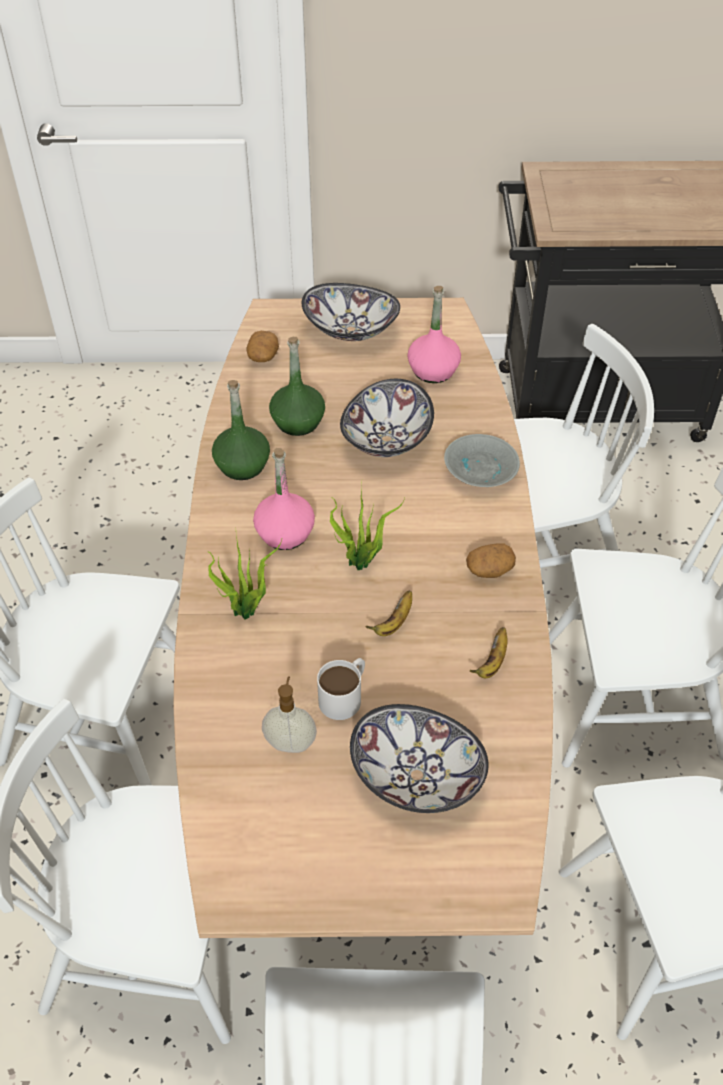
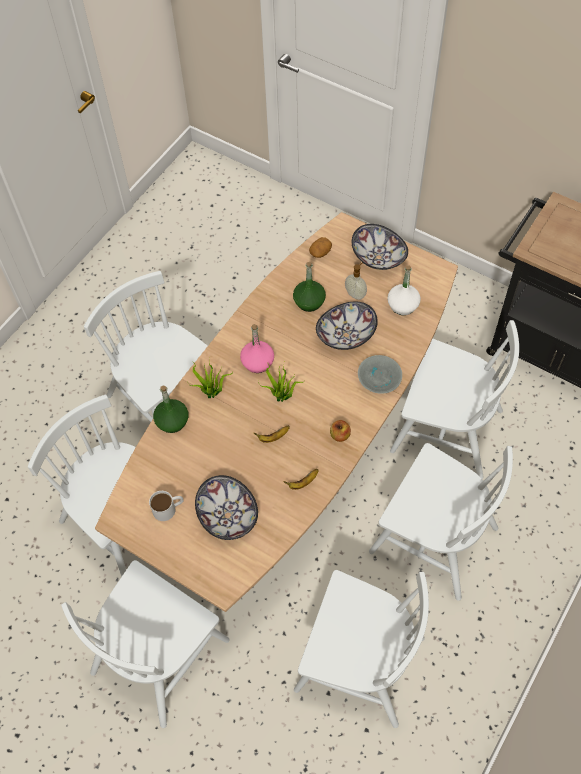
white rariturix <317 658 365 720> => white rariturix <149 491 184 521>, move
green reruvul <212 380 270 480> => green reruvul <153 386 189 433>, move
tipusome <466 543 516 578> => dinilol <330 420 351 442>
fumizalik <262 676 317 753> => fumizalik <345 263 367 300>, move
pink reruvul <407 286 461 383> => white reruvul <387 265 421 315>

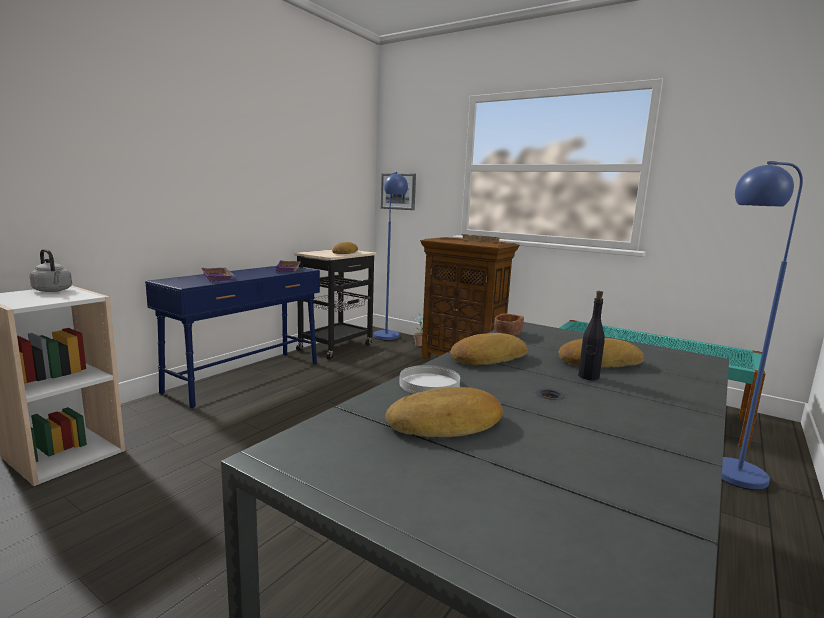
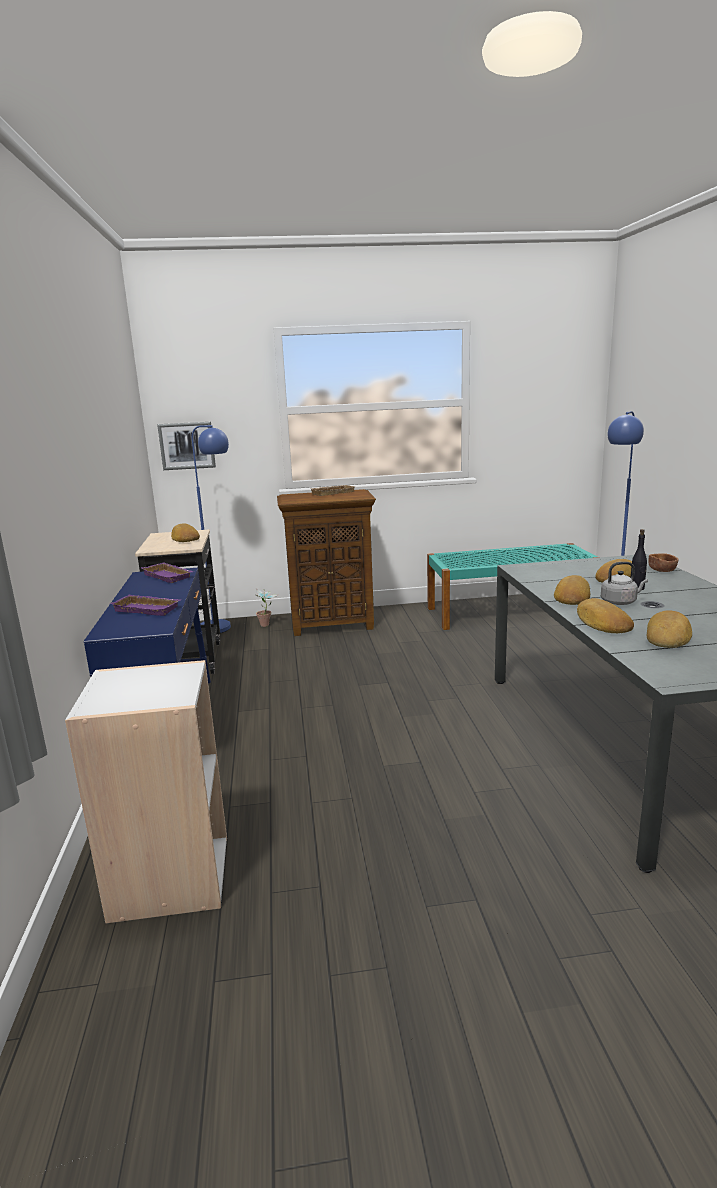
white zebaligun <399 365 460 394> => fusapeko <577 598 634 633>
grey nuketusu <30 249 72 292> => grey nuketusu <601 562 648 605>, move
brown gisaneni <494 313 524 335> => brown gisaneni <648 553 679 572>, move

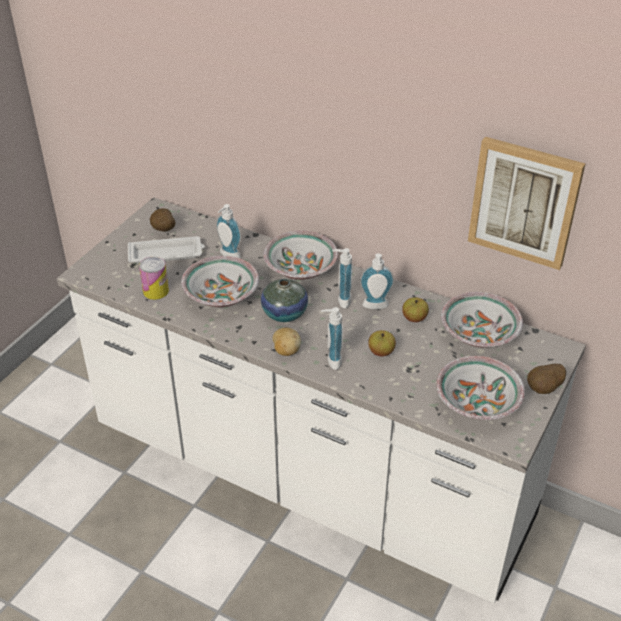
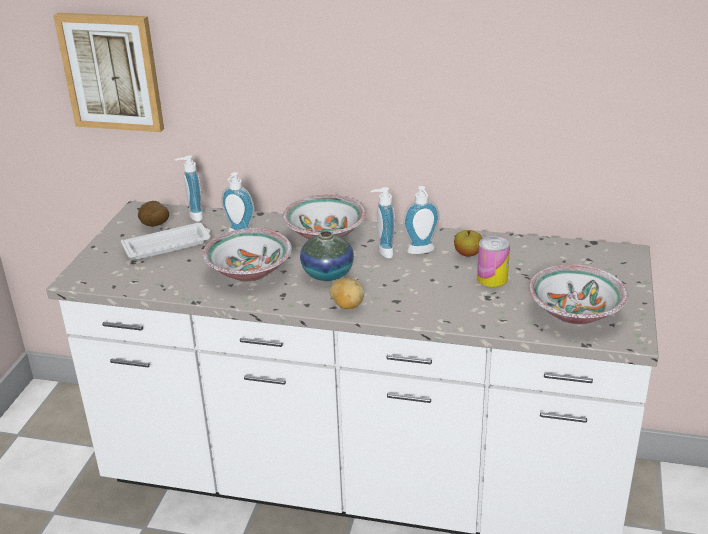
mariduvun <468 137 585 270> => mariduvun <53 13 164 132>, move
fumizalik <321 307 343 370> => fumizalik <175 155 204 222>, move
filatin <139 257 169 300> => filatin <477 236 510 287>, move
dinilol <368 330 396 356> => nothing
gisaneni <441 292 523 348> => nothing
tipusome <527 364 566 394> => nothing

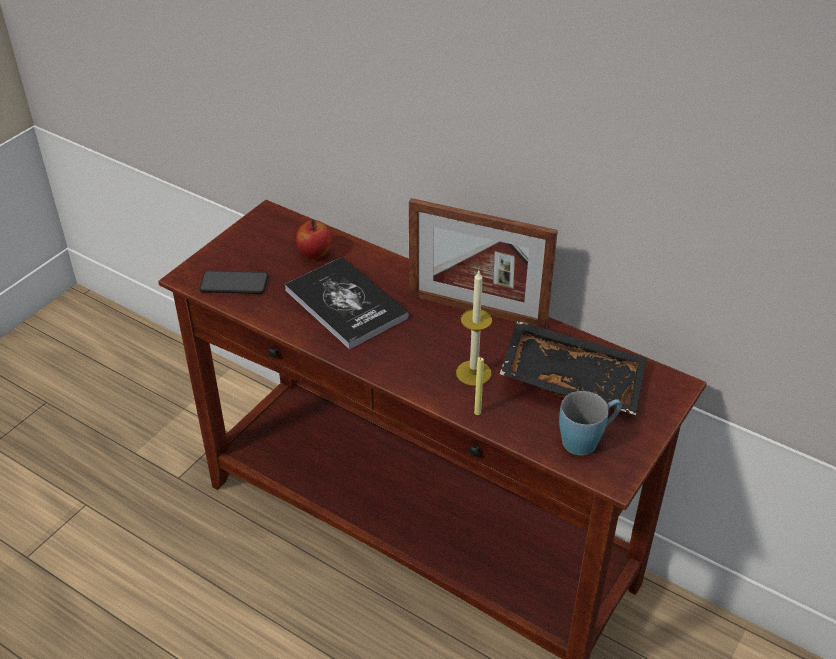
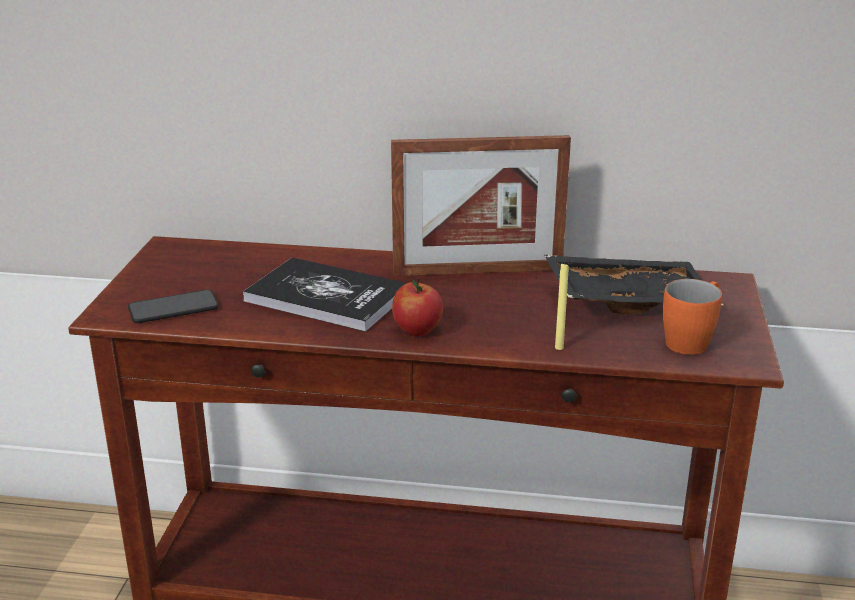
dinilol <296 219 332 259> => dinilol <392 278 443 336>, move
blue rariturix <559 391 622 456> => orange rariturix <663 279 722 355>
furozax <456 271 492 386> => nothing

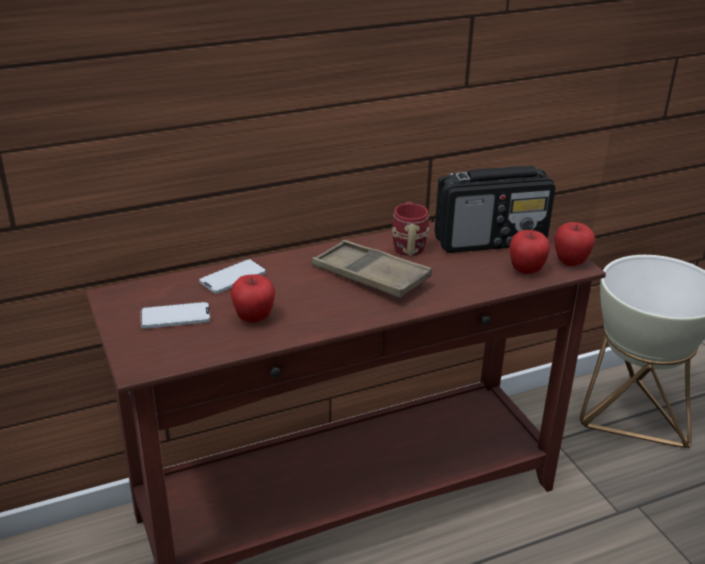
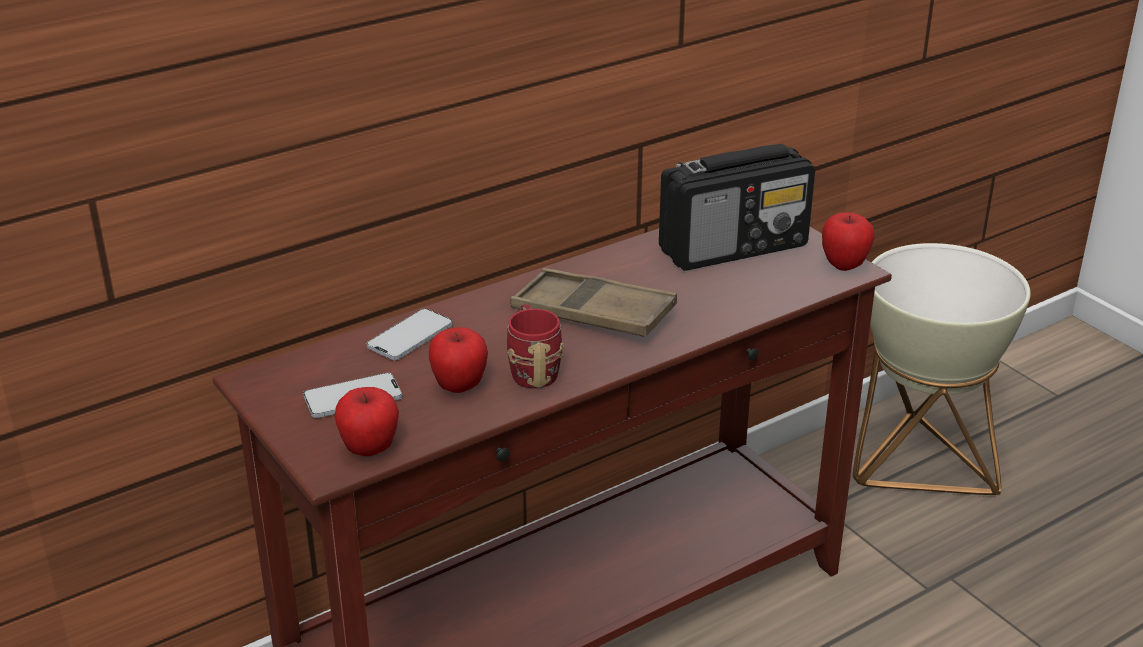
dinilol <509 230 550 274> => dinilol <334 387 399 456>, move
red rariturix <392 202 429 256> => red rariturix <507 304 564 388>, move

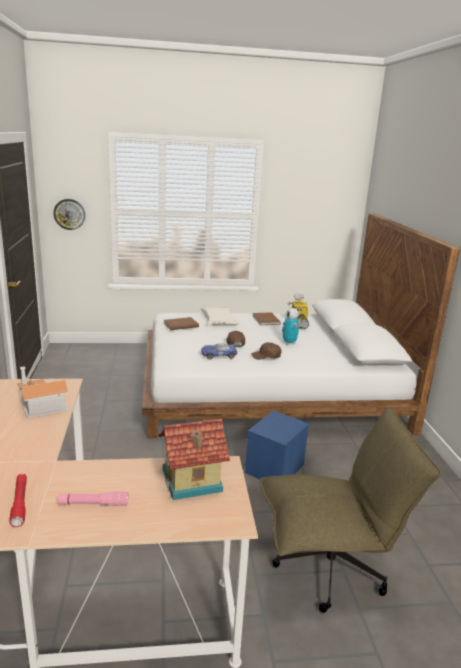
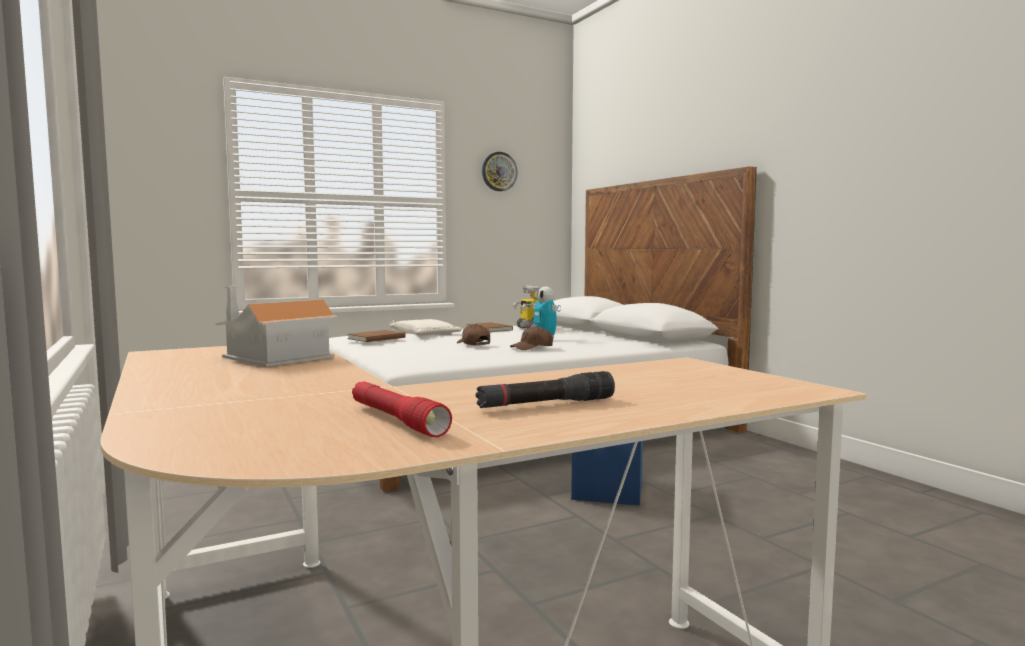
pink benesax <57 492 128 506> => black benesax <476 371 615 408>
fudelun <54 199 85 230> => fudelun <482 152 518 191>, move
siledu <158 419 230 500> => nothing
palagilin <201 344 237 360> => nothing
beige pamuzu <260 407 441 613> => nothing

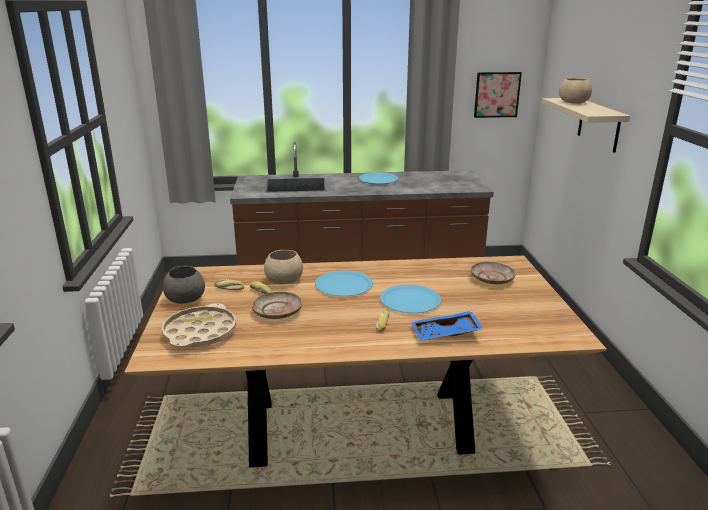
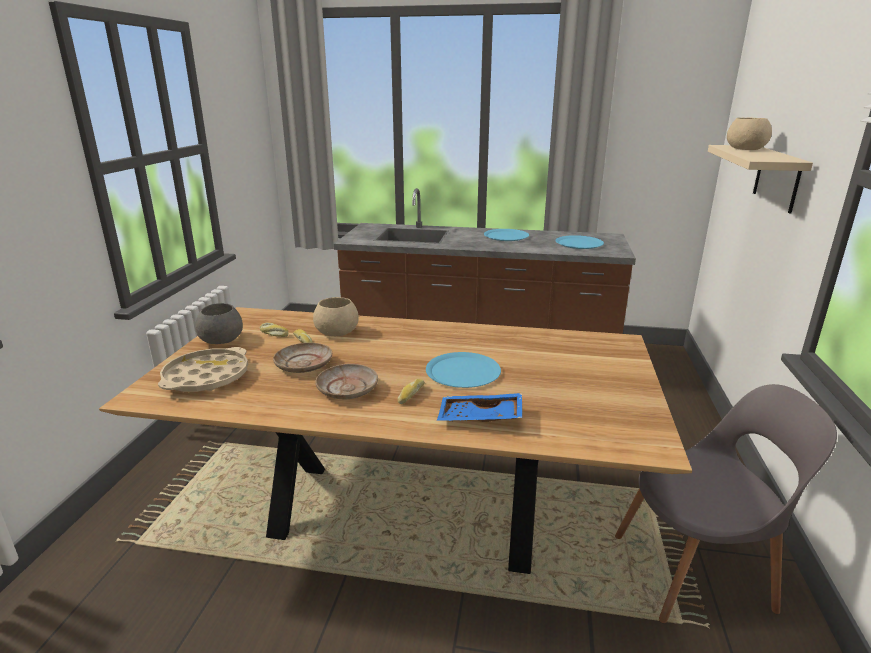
beige zebaligun <471 261 516 284> => beige zebaligun <315 364 378 399>, move
blue zebaligun <315 270 373 296> => blue zebaligun <555 235 604 249>, move
nothing => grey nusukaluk <615 384 837 624>
mariduvun <474 72 522 118> => nothing

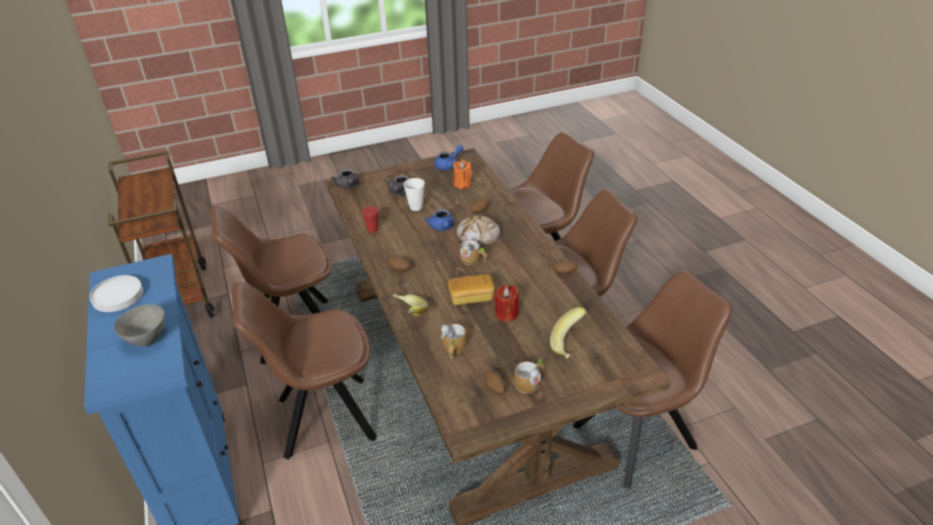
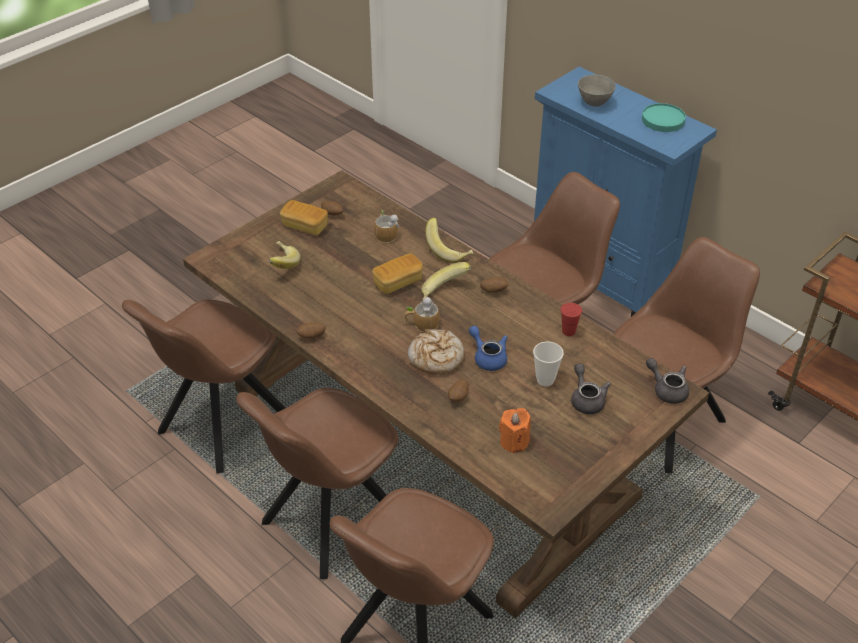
rariturix <514 359 545 393> => fusapeko <280 200 328 236>
nothing => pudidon <421 262 471 299>
white zebaligun <90 275 143 312> => turquoise zebaligun <642 103 686 132>
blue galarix <434 145 463 170> => nothing
red furozax <493 285 519 322> => nothing

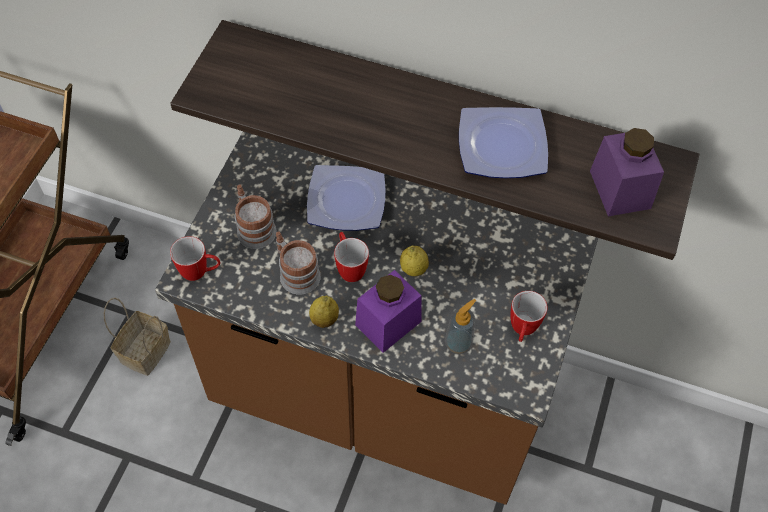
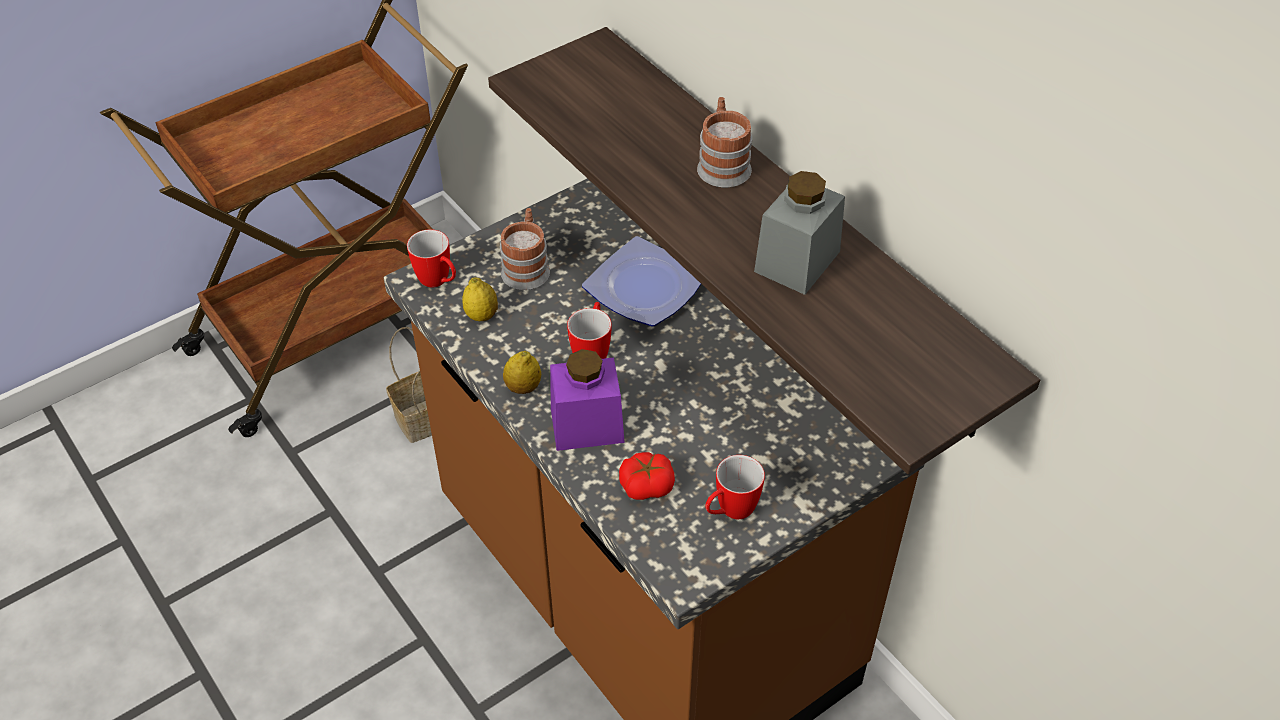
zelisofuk <400 245 429 276> => zelisofuk <462 277 498 321>, move
fumizalik <445 299 476 354> => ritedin <619 452 675 500>
rariturix <276 231 321 295> => rariturix <697 97 752 188>, move
zebaligun <459 107 548 178> => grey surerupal <754 171 845 295>
purple surerupal <590 128 664 216> => nothing

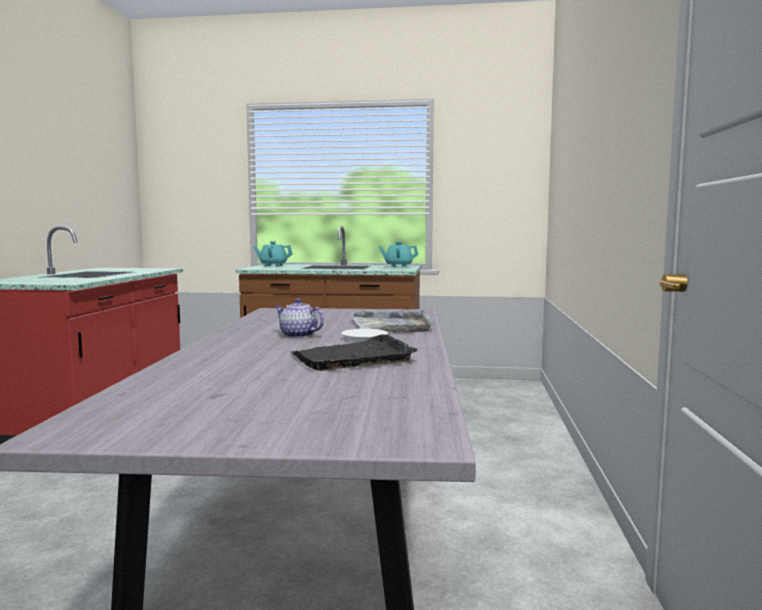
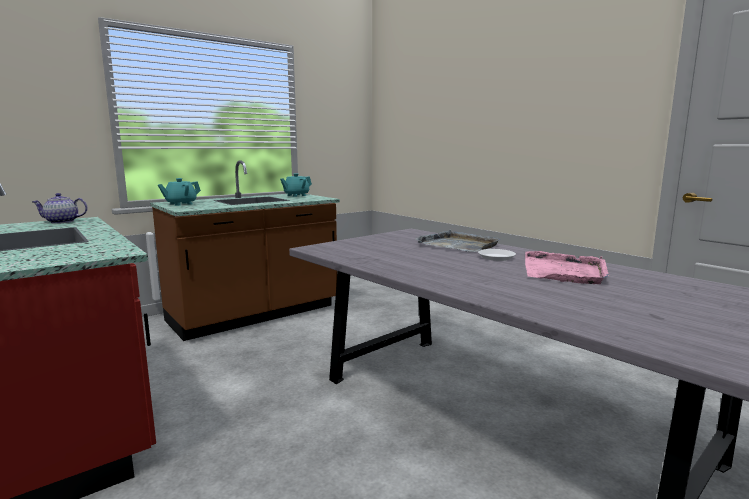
galarix <275 299 324 338> => galarix <32 193 88 224>, move
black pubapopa <291 334 418 371> => pink pubapopa <525 251 609 284>

